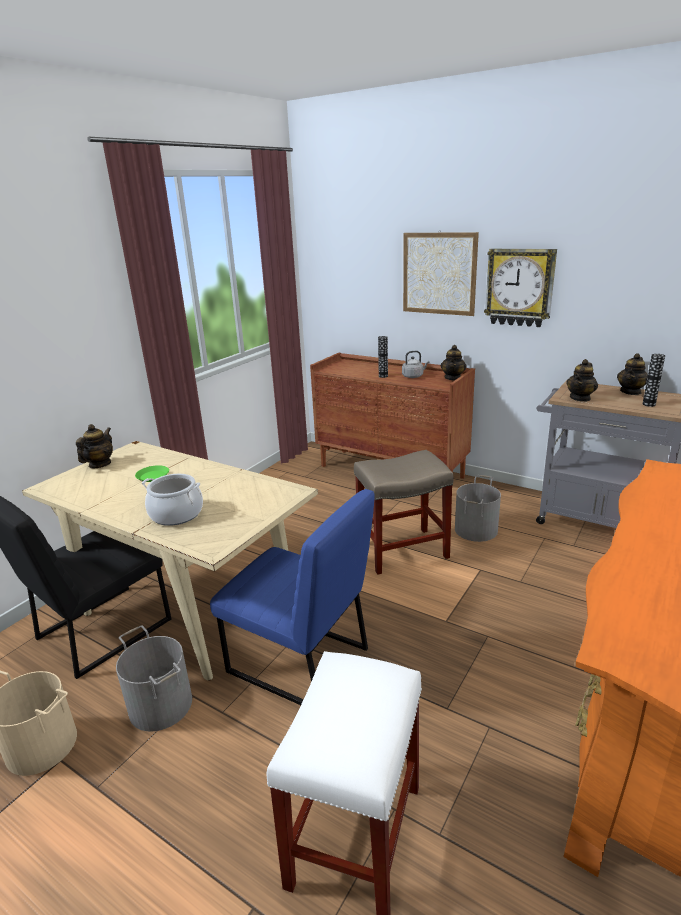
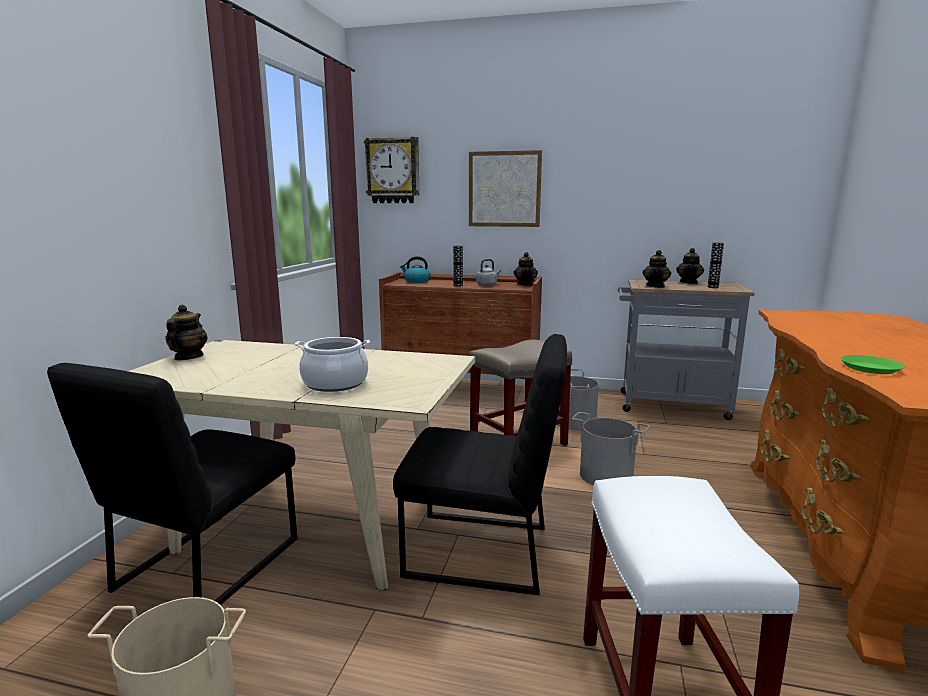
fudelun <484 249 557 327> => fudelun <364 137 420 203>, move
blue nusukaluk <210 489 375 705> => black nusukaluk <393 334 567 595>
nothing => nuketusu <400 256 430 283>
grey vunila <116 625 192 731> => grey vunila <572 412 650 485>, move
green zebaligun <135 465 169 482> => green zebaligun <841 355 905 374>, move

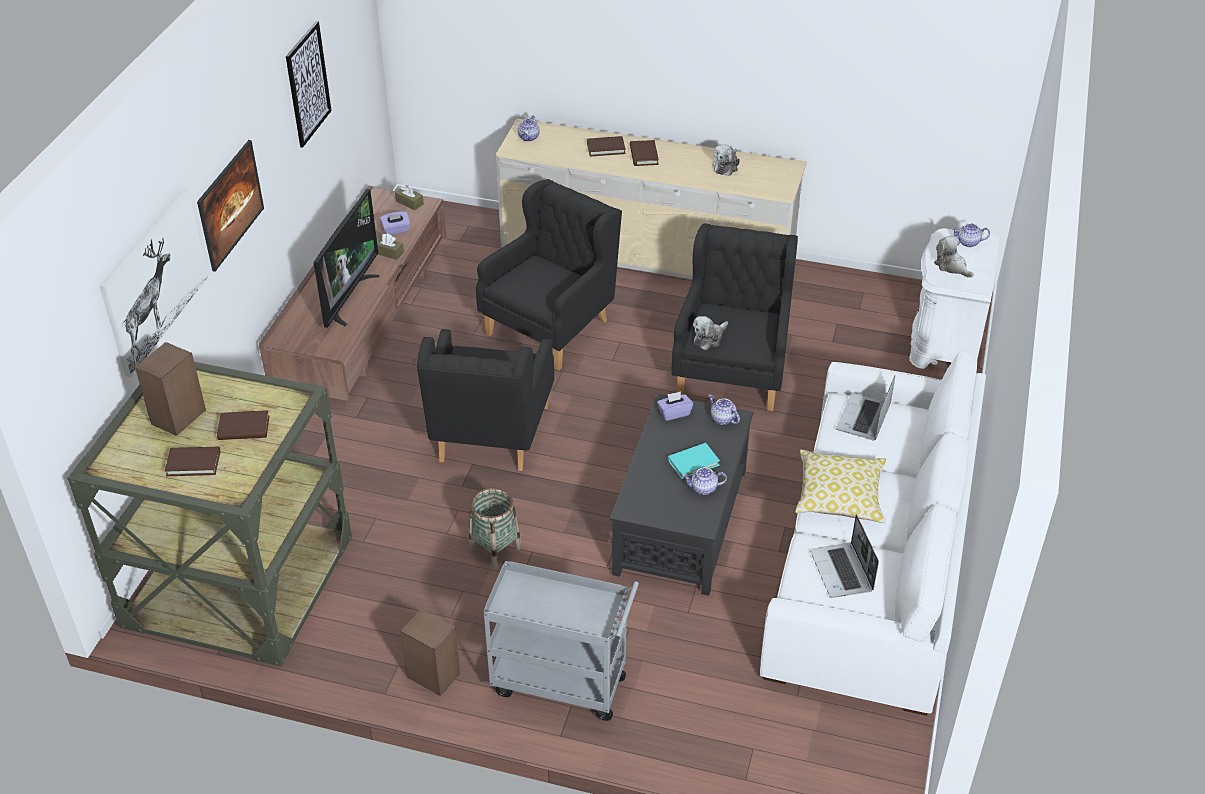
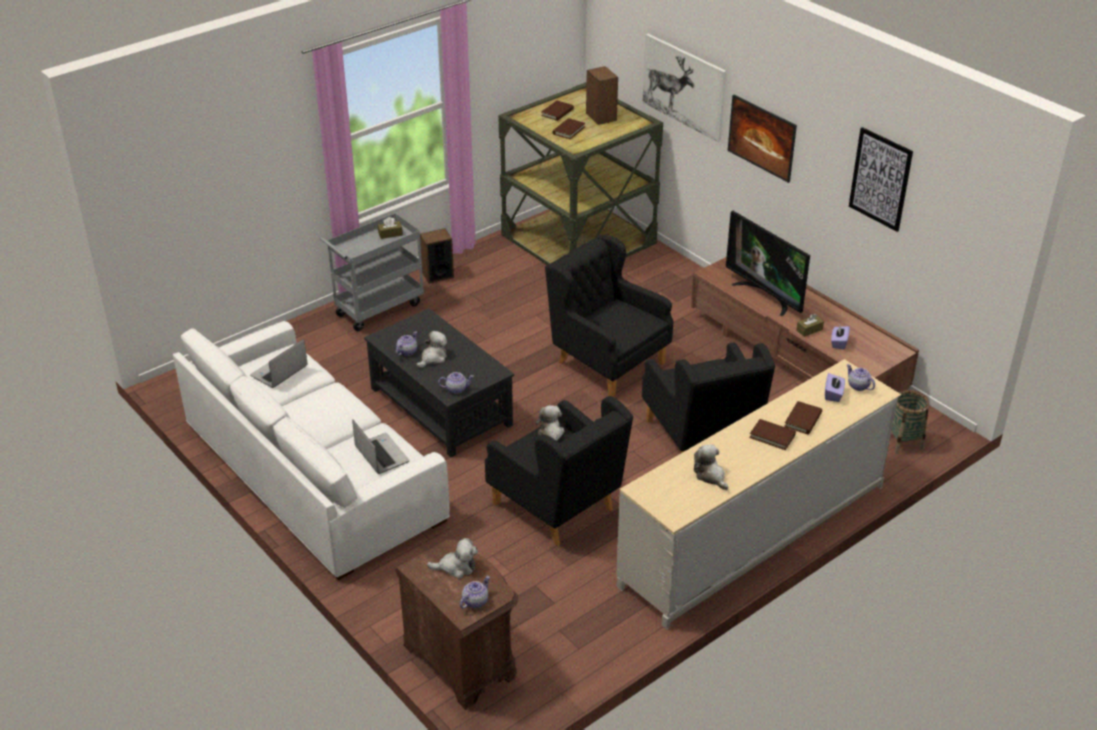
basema <810 514 879 598> => basema <250 339 308 388>, 75 degrees counterclockwise
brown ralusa <395 185 424 211> => brown ralusa <378 217 403 239>, move
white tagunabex <909 228 1000 369> => brown tagunabex <395 539 518 710>
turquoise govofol <667 443 720 479> => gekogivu <416 331 447 368>
purple ralusa <657 391 693 421> => purple ralusa <825 373 845 402>, move
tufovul <469 488 522 569> => tufovul <892 390 929 454>, move
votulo <795 450 886 523> => nothing

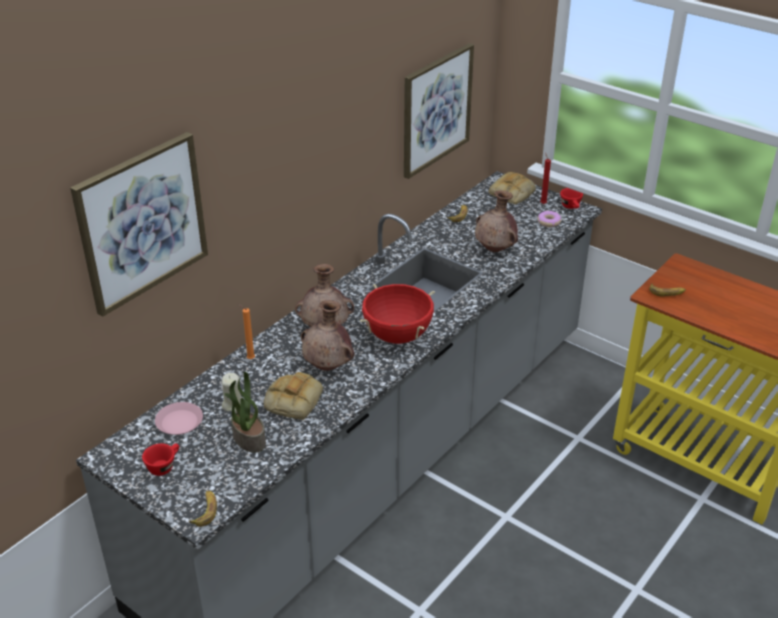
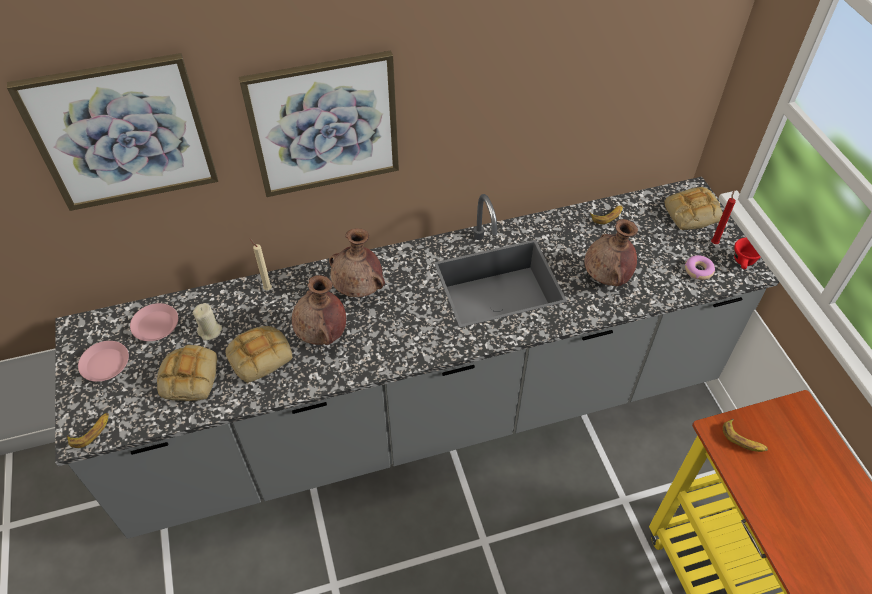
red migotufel <142 444 179 476> => pink zebaligun <78 341 129 382>
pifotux <224 372 266 453> => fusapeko <157 345 217 401>
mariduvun <404 43 474 179> => mariduvun <239 51 399 197>, move
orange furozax <238 304 255 359> => beige furozax <250 238 272 290>
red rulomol <360 284 435 344> => nothing

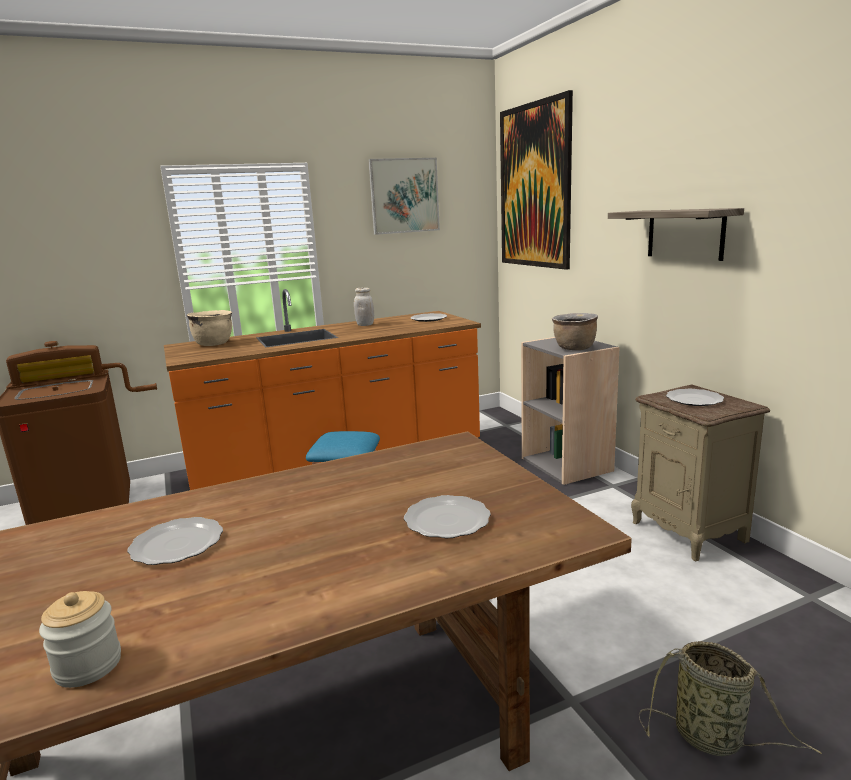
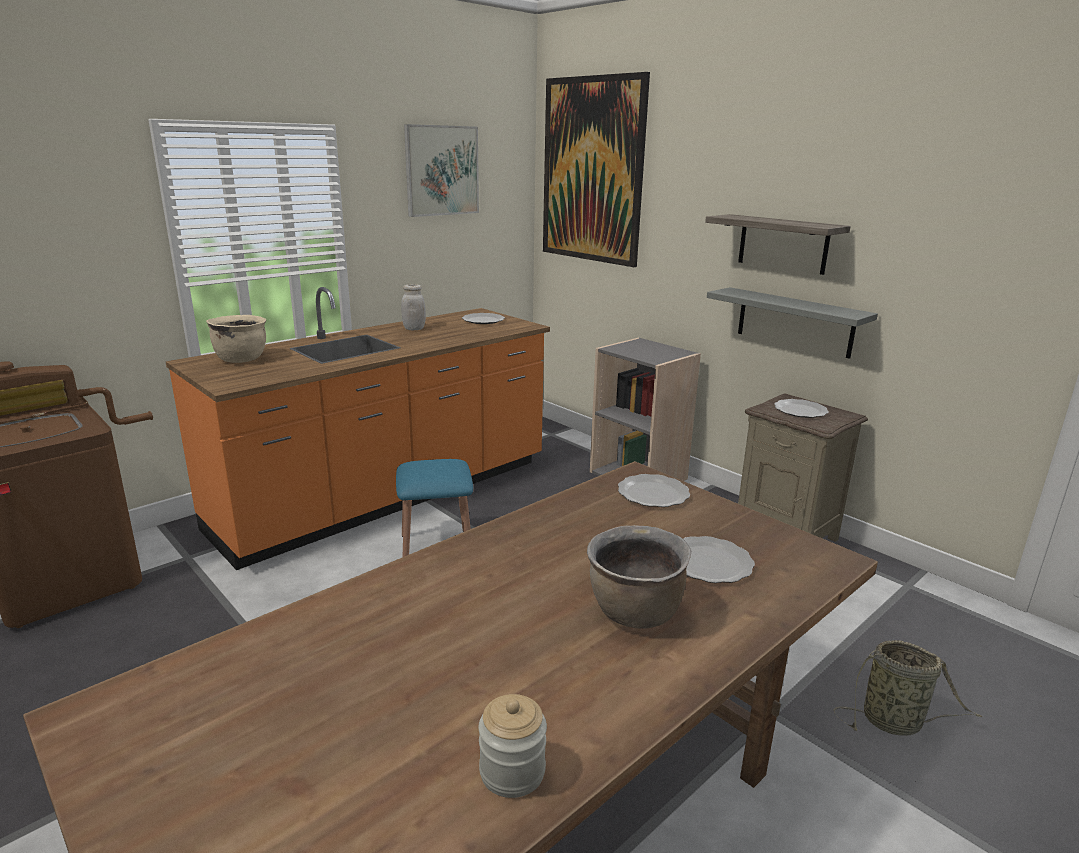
brown rulomol <552 313 598 350> => brown rulomol <587 525 691 628>, move
zebaligun <127 517 223 565> => zebaligun <618 474 690 507>, move
nothing => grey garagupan <707 287 878 359>

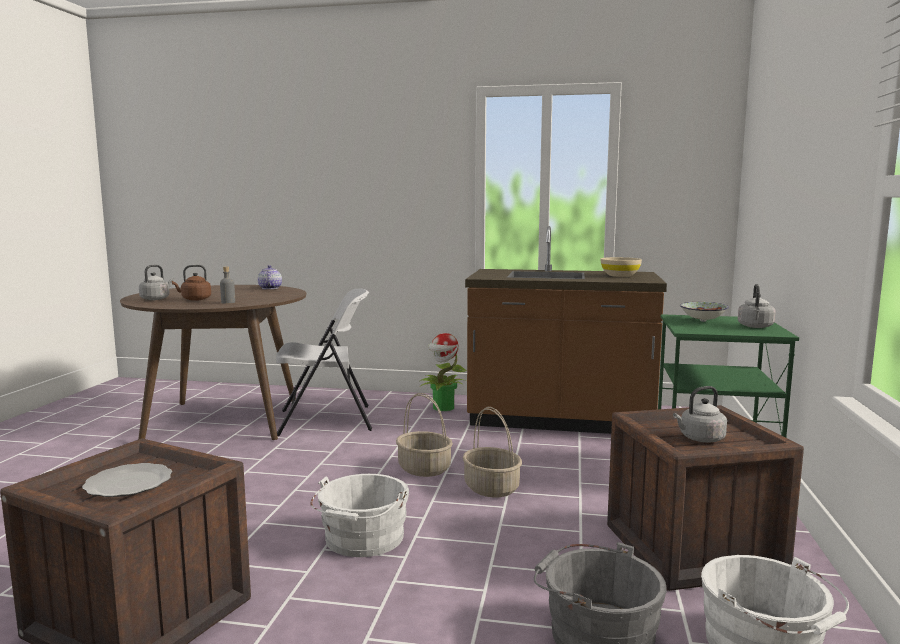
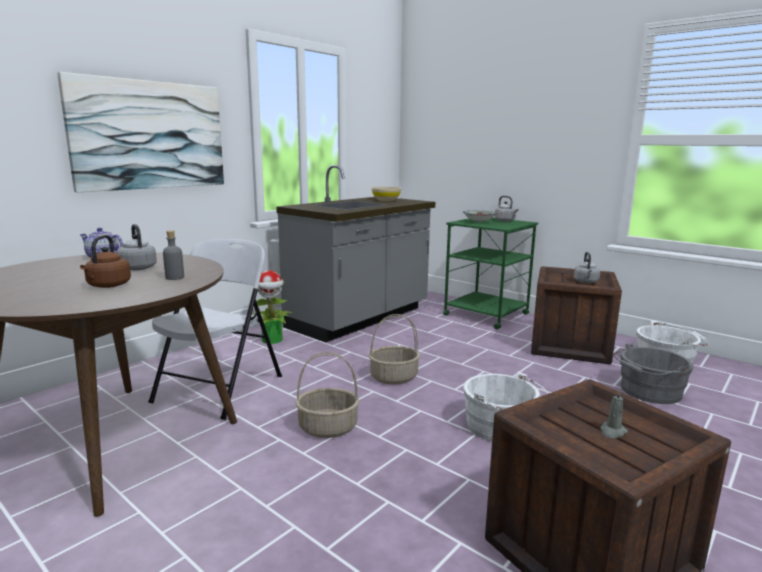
nothing => mariduvun <57 72 224 192>
grey nuketusu <139 265 174 300> => grey nuketusu <117 224 157 270>, move
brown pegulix <465 226 667 434> => grey pegulix <276 165 435 342>
tufovul <463 407 522 497> => tufovul <295 352 360 438>, move
zebaligun <82 463 172 497> => grey furozax <600 388 628 438>

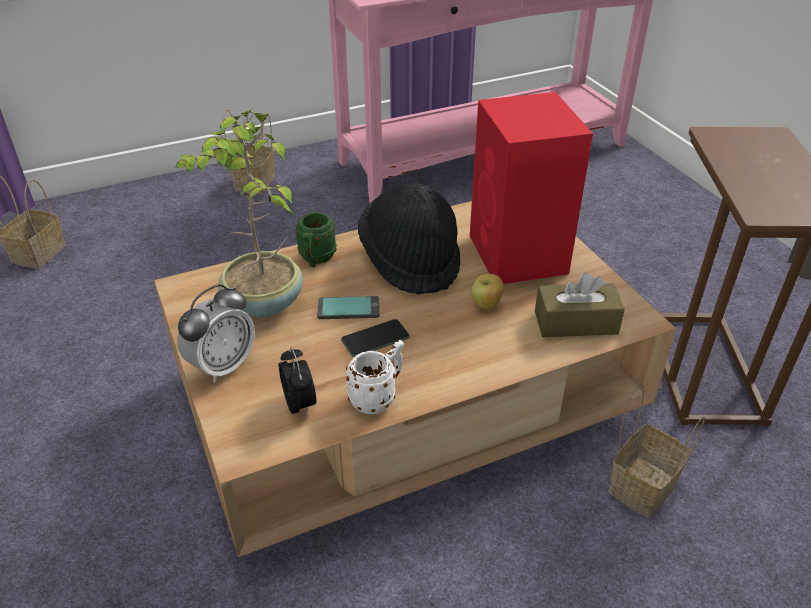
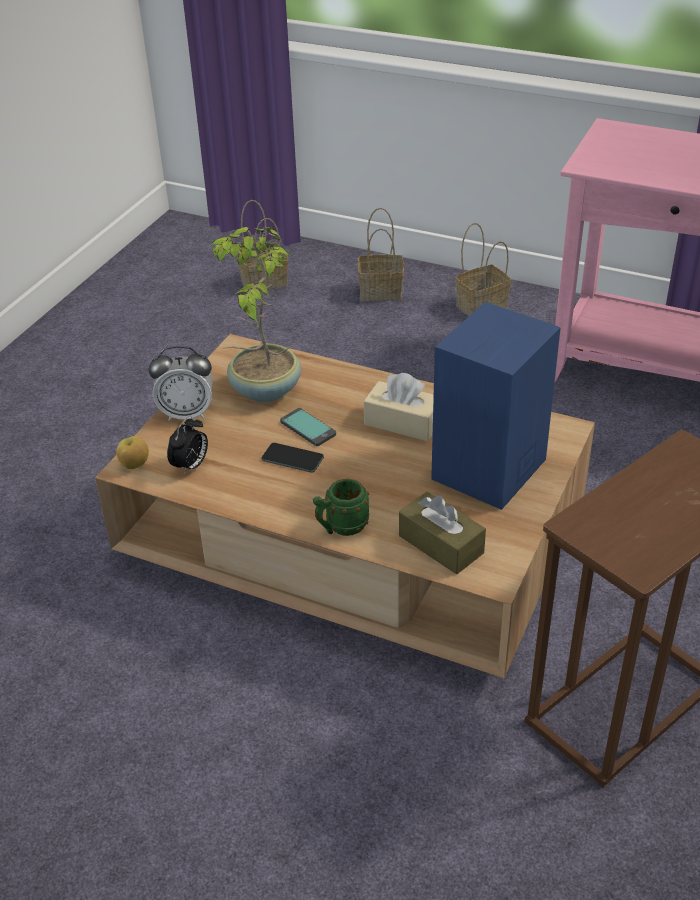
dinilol <471 274 503 309> => dinilol <116 436 149 469>, move
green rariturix <295 212 337 267> => green rariturix <313 479 369 536>, move
tufovul <608 383 705 518> => tufovul <358 208 404 301>, move
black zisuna <358 183 460 295> => beige ralusa <364 373 434 441>
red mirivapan <470 92 593 284> => blue mirivapan <431 302 561 510>
white rariturix <346 340 404 414> => nothing

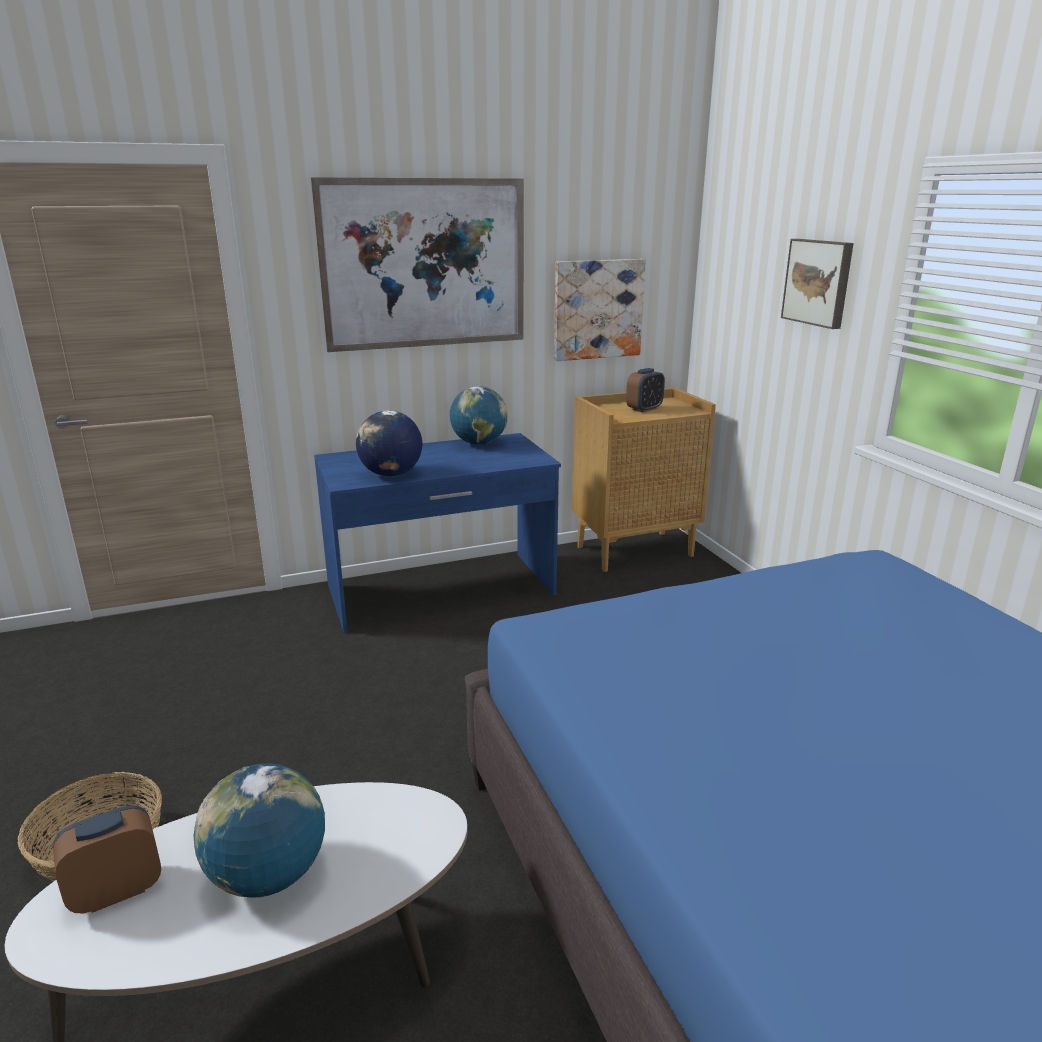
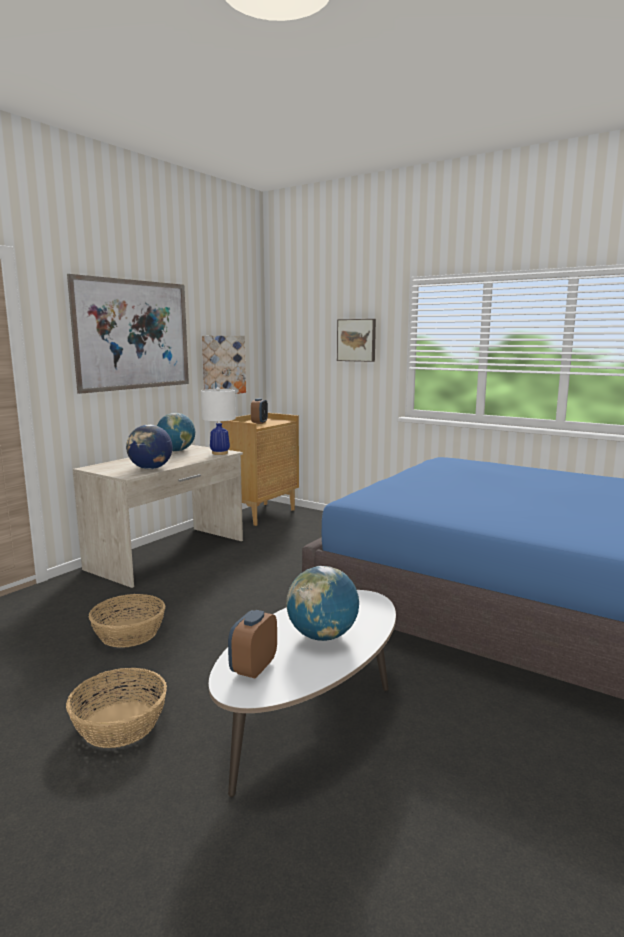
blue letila <314 433 561 633> => beige letila <73 445 243 588>
nothing => tufovul <89 594 165 648>
nothing => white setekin <201 387 236 455>

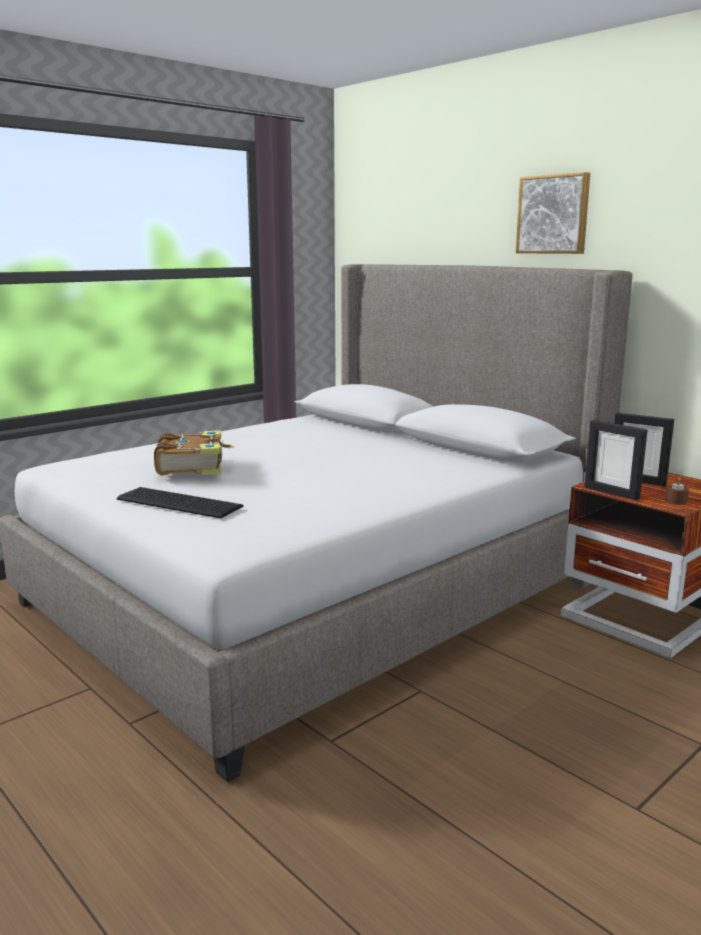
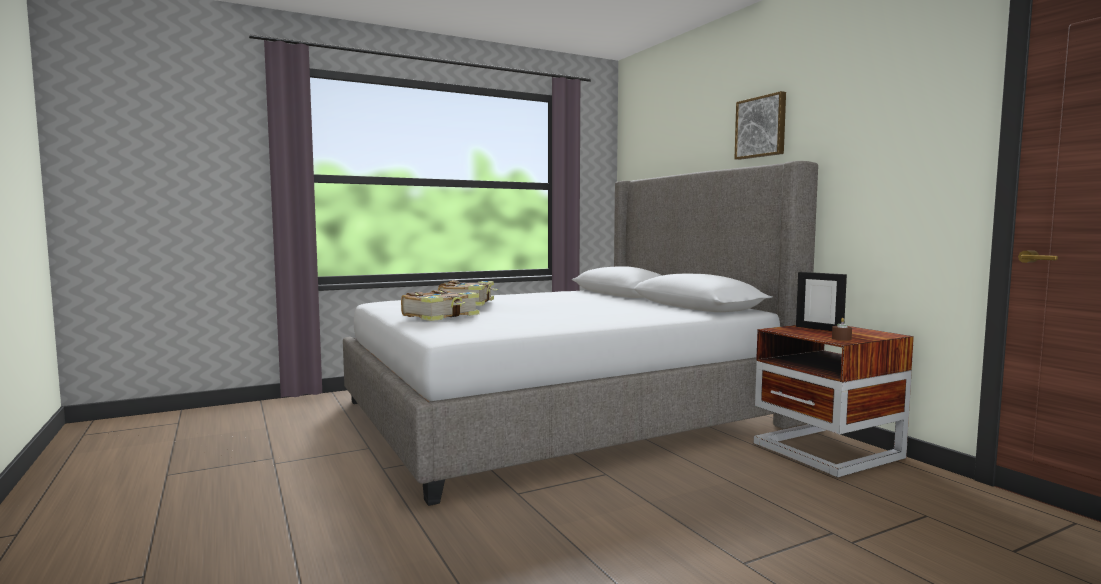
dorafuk <117 487 243 518> => govofol <401 289 480 321>
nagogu <584 420 647 500> => nothing

